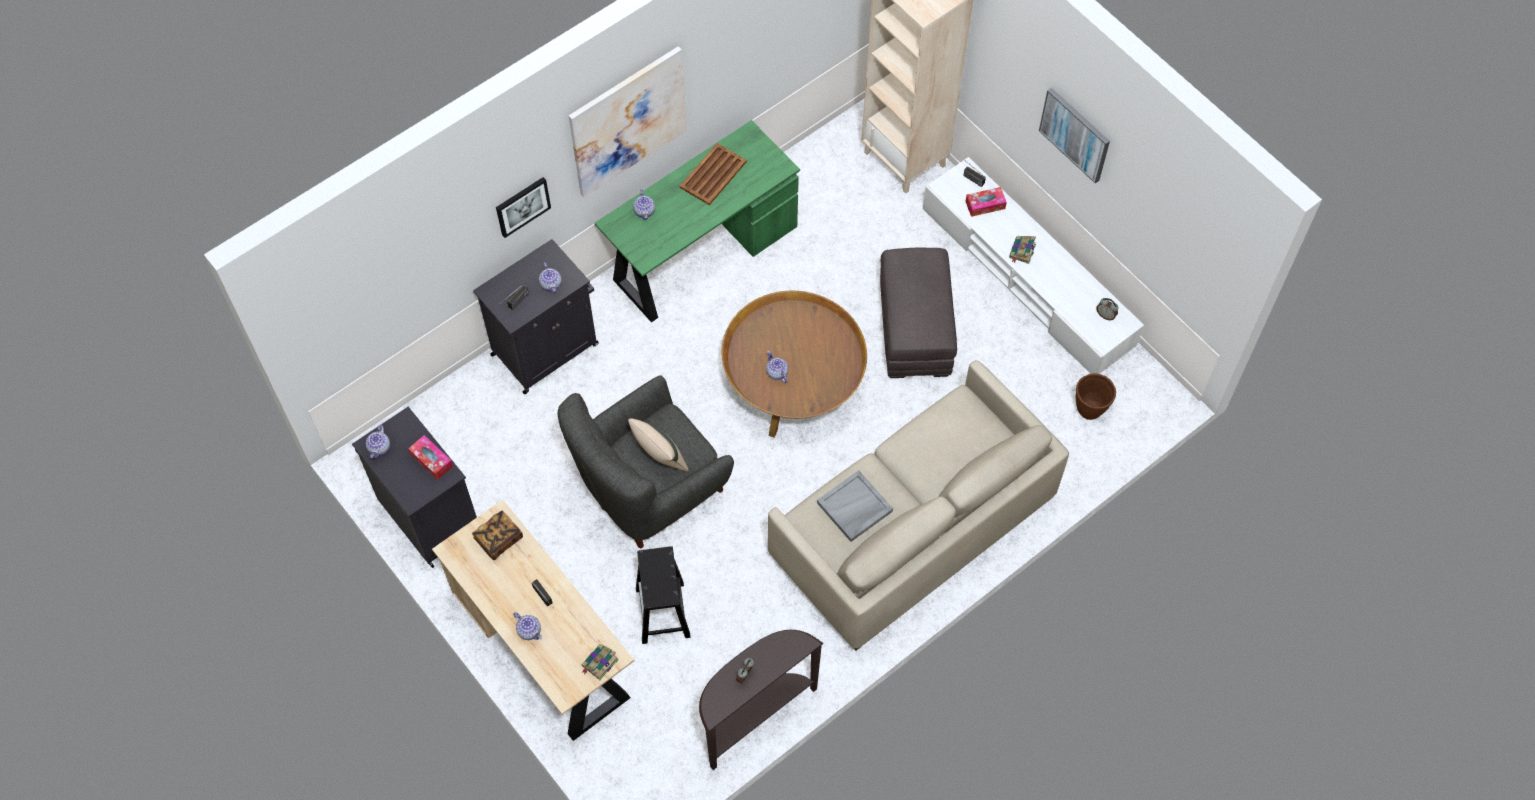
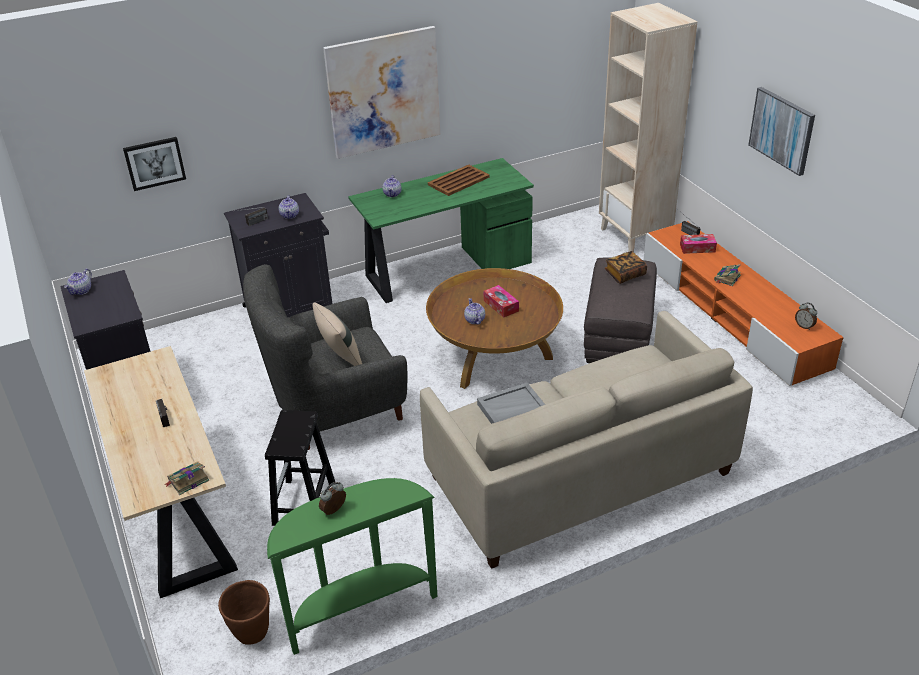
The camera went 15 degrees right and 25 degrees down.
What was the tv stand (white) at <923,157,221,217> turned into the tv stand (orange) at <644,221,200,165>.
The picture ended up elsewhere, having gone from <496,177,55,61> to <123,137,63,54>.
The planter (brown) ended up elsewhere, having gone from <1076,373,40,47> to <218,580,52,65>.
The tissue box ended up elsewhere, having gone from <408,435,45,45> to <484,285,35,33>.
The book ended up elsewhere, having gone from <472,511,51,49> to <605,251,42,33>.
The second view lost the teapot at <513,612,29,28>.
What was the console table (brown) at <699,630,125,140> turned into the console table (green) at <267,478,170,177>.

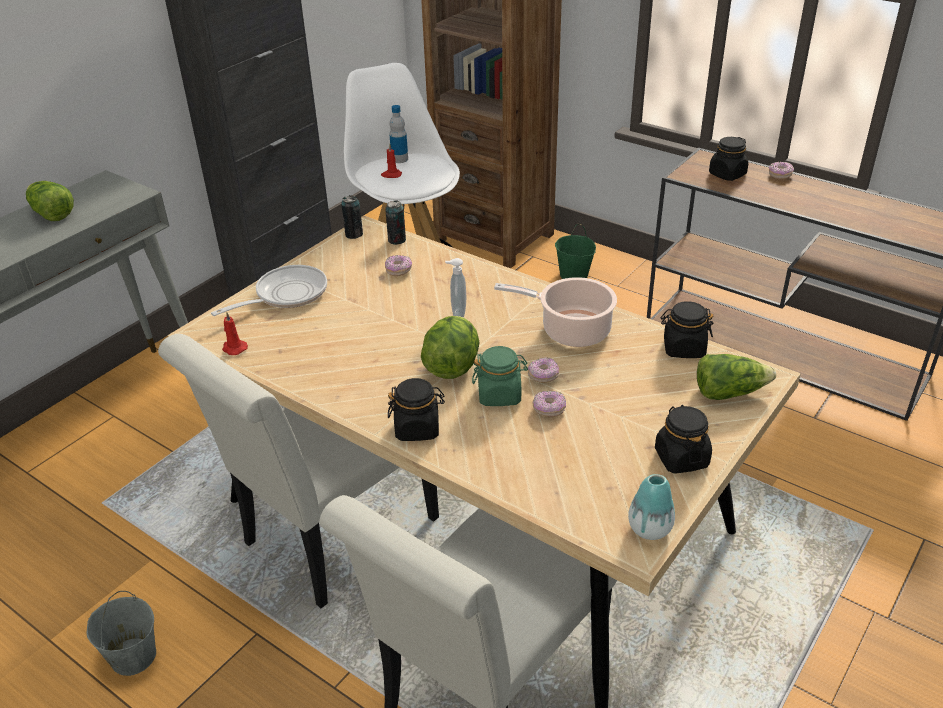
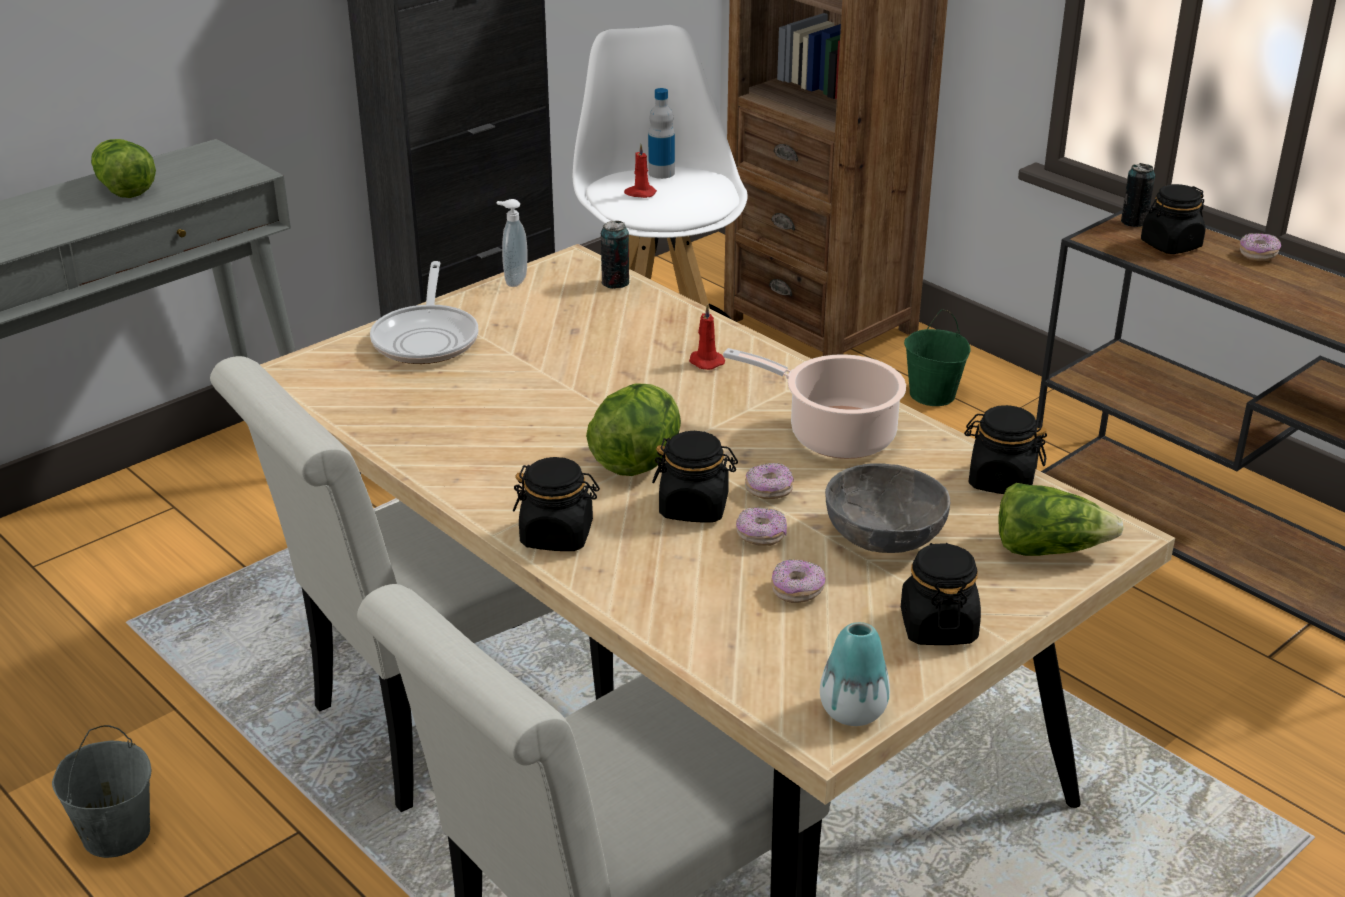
The camera went 10 degrees right and 5 degrees down.
The can ended up elsewhere, having gone from <341,195,22,44> to <1121,163,34,64>.
The donut ended up elsewhere, having gone from <385,255,27,21> to <771,559,55,44>.
The soap dispenser ended up elsewhere, having gone from <445,258,22,59> to <496,199,32,88>.
The frying pan at <211,265,116,51> ended up facing another way, 120 degrees clockwise from before.
The candle (red) ended up elsewhere, having gone from <222,312,26,43> to <689,304,36,66>.
What was the jar (green) at <472,346,56,60> turned into the jar (black) at <652,431,86,92>.
The second view gained the bowl (grey) at <825,463,125,90>.

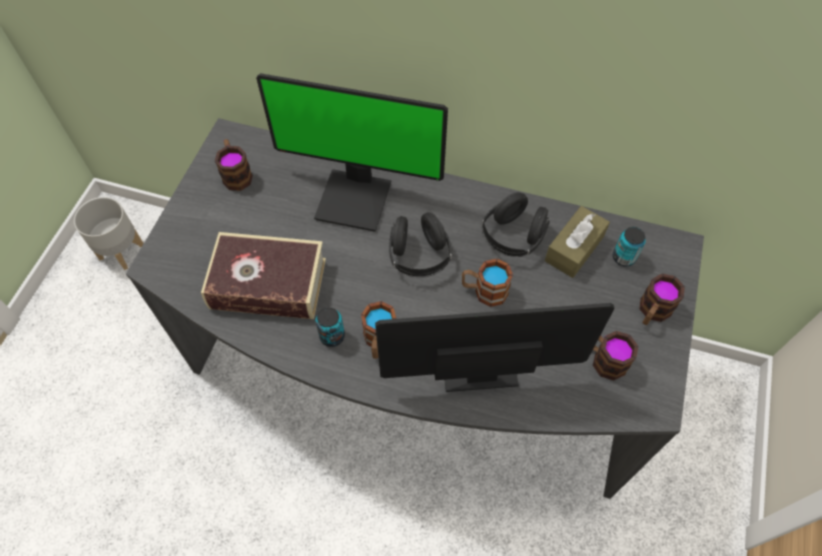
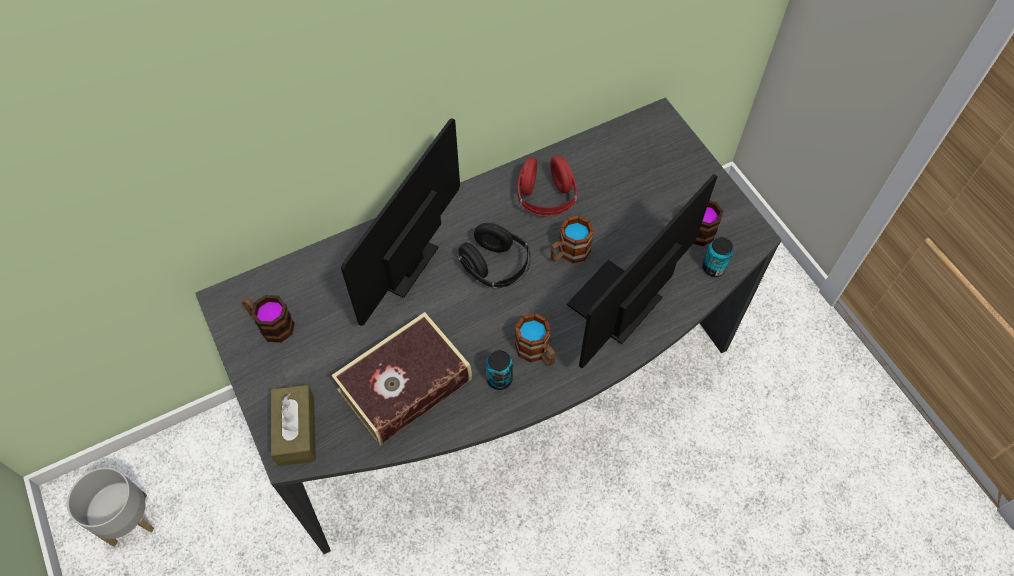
The camera went 45 degrees left and 0 degrees up.
The monitor at <256,73,192,159> ended up facing another way, 150 degrees clockwise from before.
What was the headphones (black) at <482,192,68,65> turned into the headphones (red) at <517,156,60,60>.
The tissue box (brown) ended up elsewhere, having gone from <545,206,65,72> to <271,385,45,81>.
The can ended up elsewhere, having gone from <613,227,33,39> to <702,237,32,40>.
The second view lost the mug at <639,273,46,52>.

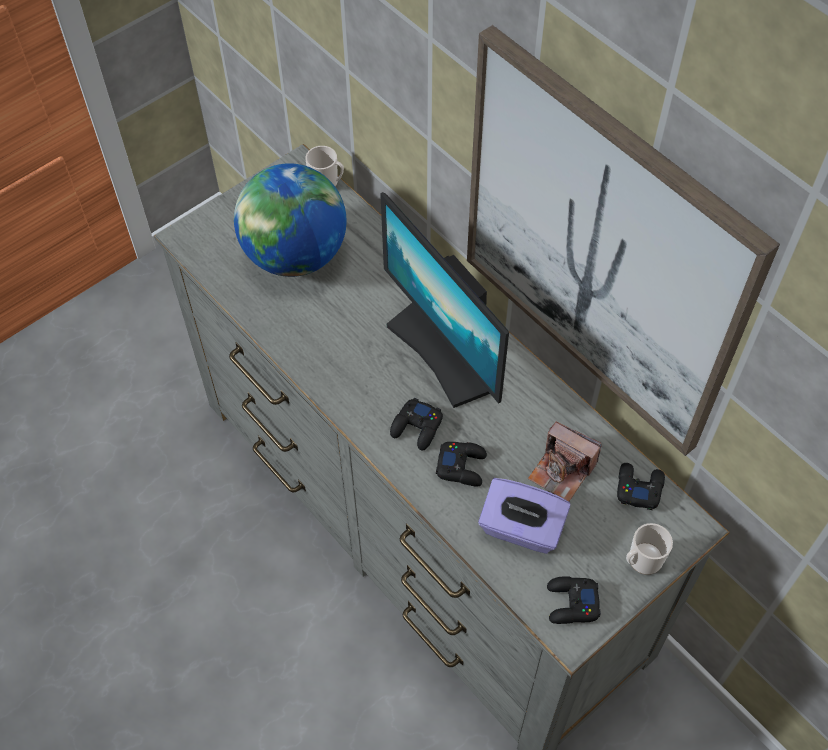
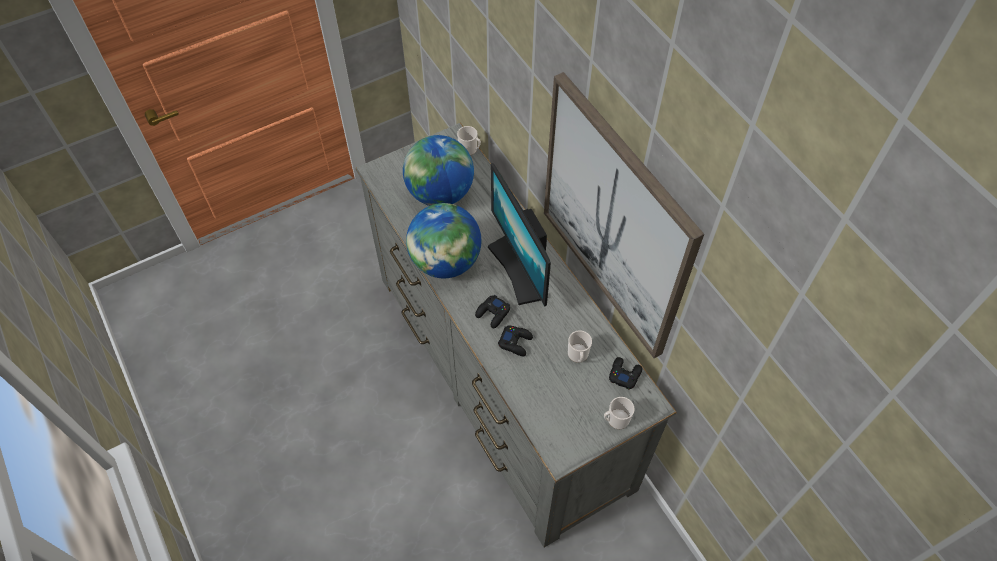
The camera went 10 degrees right and 0 degrees up.
Where the photo camera stood at <528,422,74,79>, the mug came to stand at <568,330,24,33>.
The second view lost the tissue box (purple) at <478,478,92,76>.
The second view lost the game controller (black) at <547,576,54,48>.
The second view gained the globe at <406,203,75,75>.

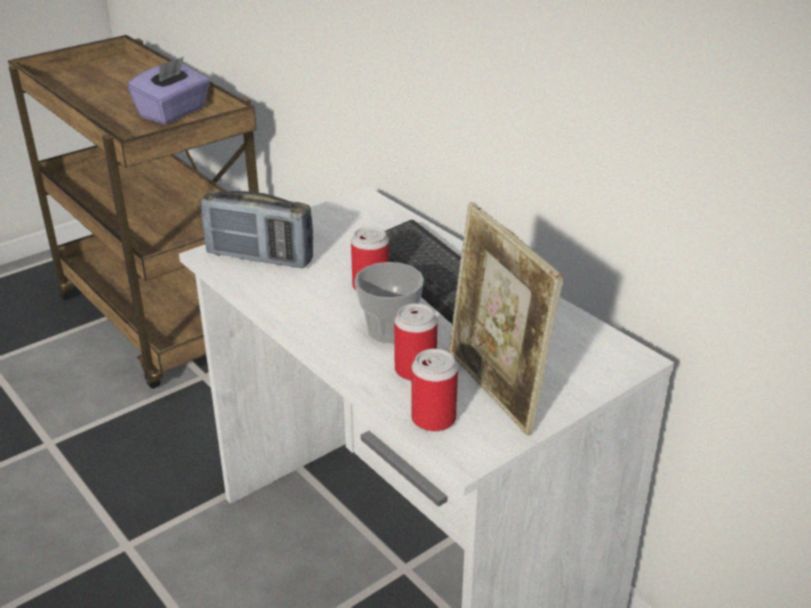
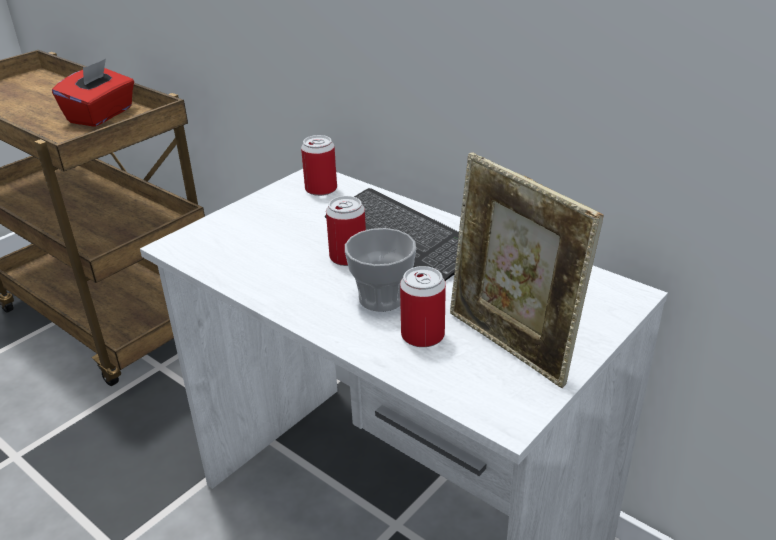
The camera went 10 degrees left and 0 degrees up.
What was the tissue box (purple) at <128,57,82,67> turned into the tissue box (red) at <52,59,82,68>.
The second view lost the radio at <201,191,112,77>.
The can ended up elsewhere, having gone from <411,349,47,83> to <301,135,36,61>.

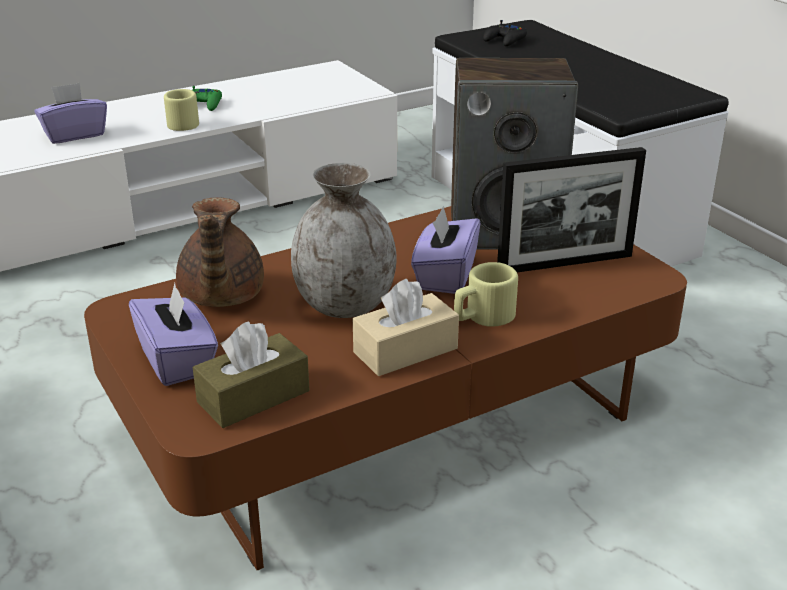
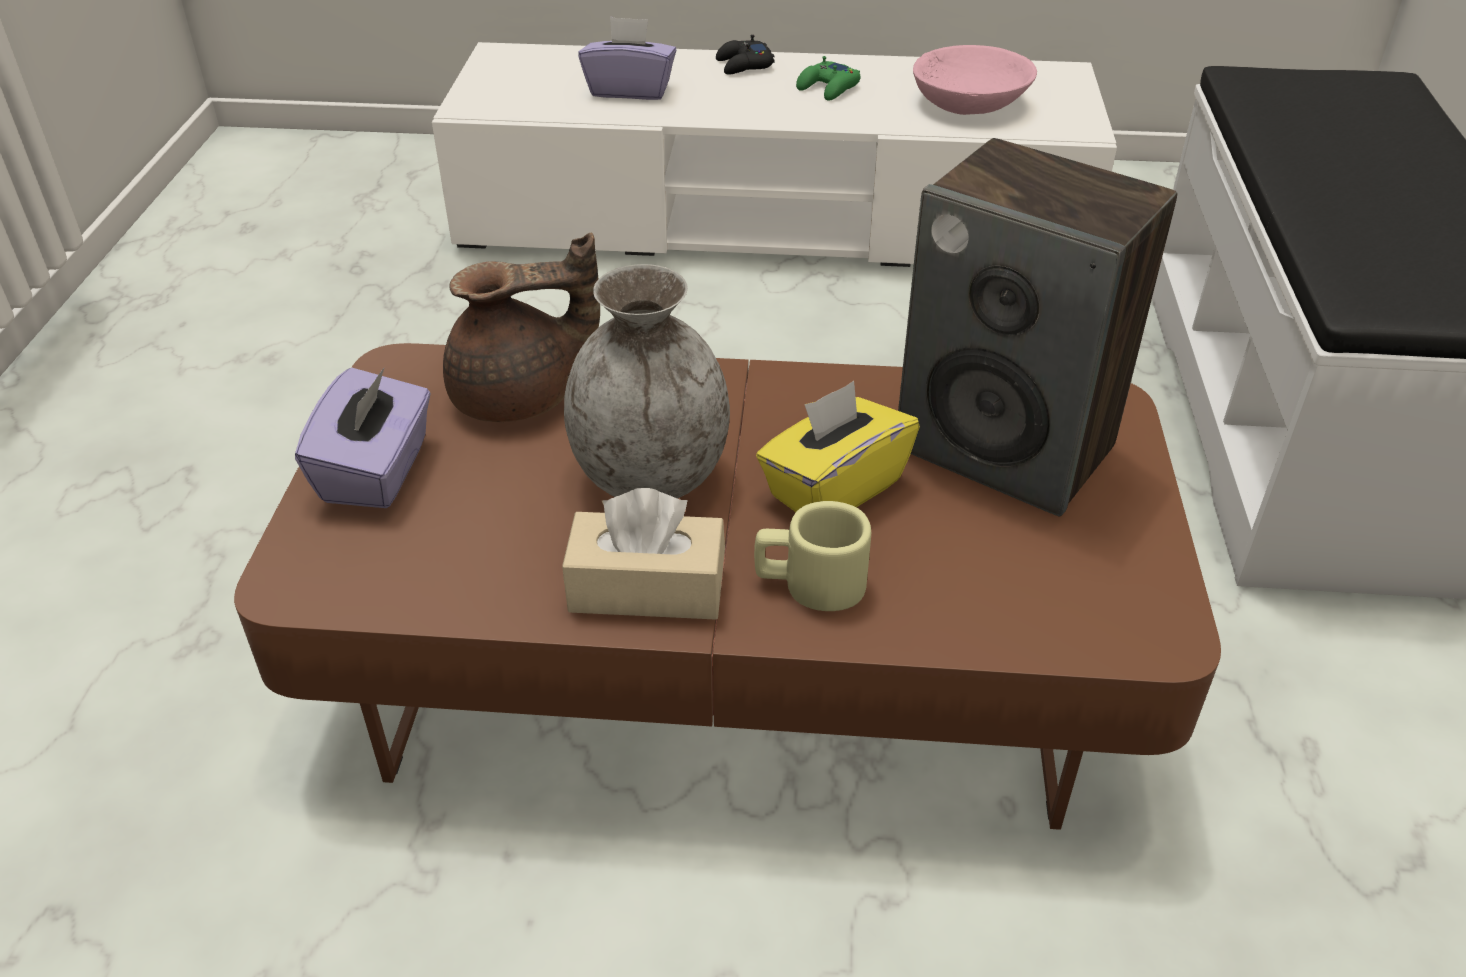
The camera went 35 degrees right and 10 degrees up.
The game controller (black) ended up elsewhere, having gone from <483,20,44,26> to <716,35,59,40>.
The second view lost the mug (beige) at <164,89,35,42>.
The second view lost the picture frame at <497,147,149,125>.
The teapot (brown) at <176,197,88,110> ended up facing another way, 135 degrees counterclockwise from before.
What was the tissue box (purple) at <411,206,69,88> turned into the tissue box (yellow) at <756,381,164,131>.
The second view lost the tissue box (brown) at <193,321,116,107>.
The second view gained the bowl (pink) at <913,45,124,70>.

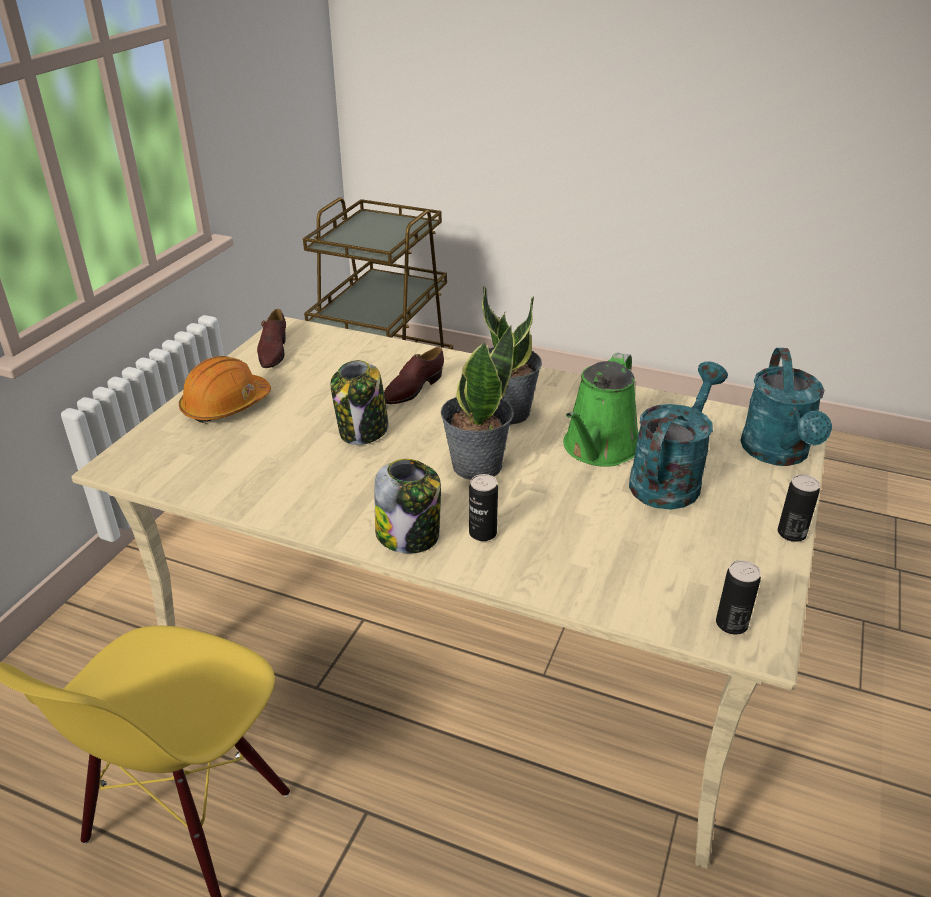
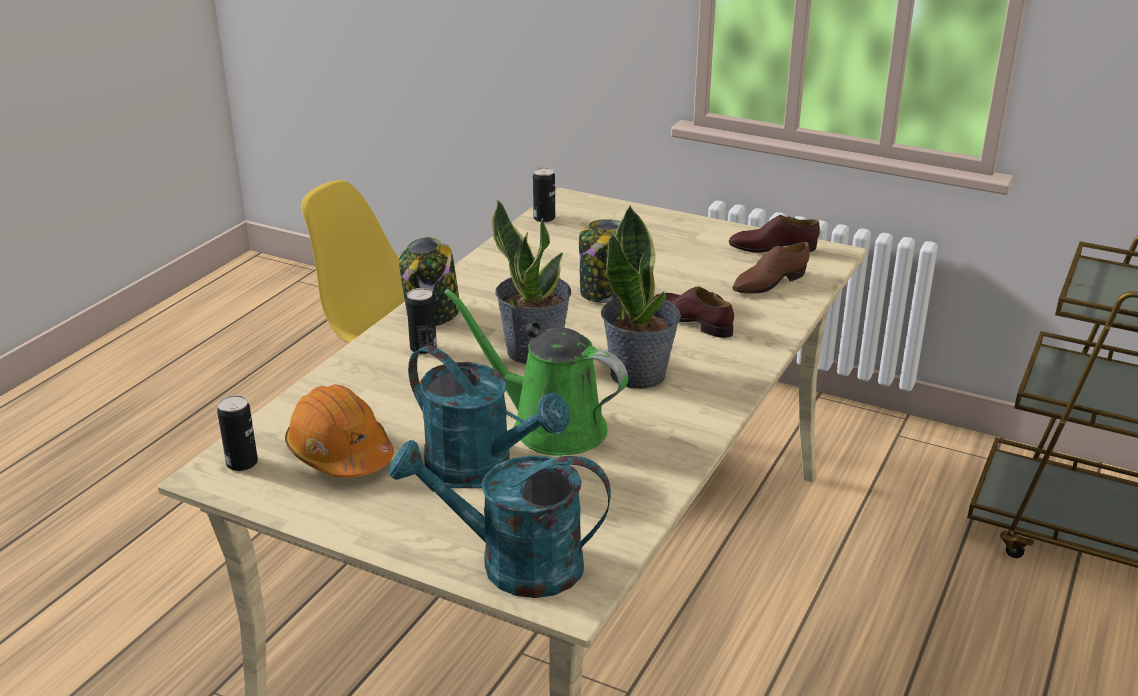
The camera went 95 degrees right and 5 degrees down.
The hard hat (orange) ended up elsewhere, having gone from <179,356,92,67> to <285,384,109,94>.
The can ended up elsewhere, having gone from <778,475,42,67> to <533,167,22,55>.
The second view gained the shoe (brown) at <732,242,78,52>.

